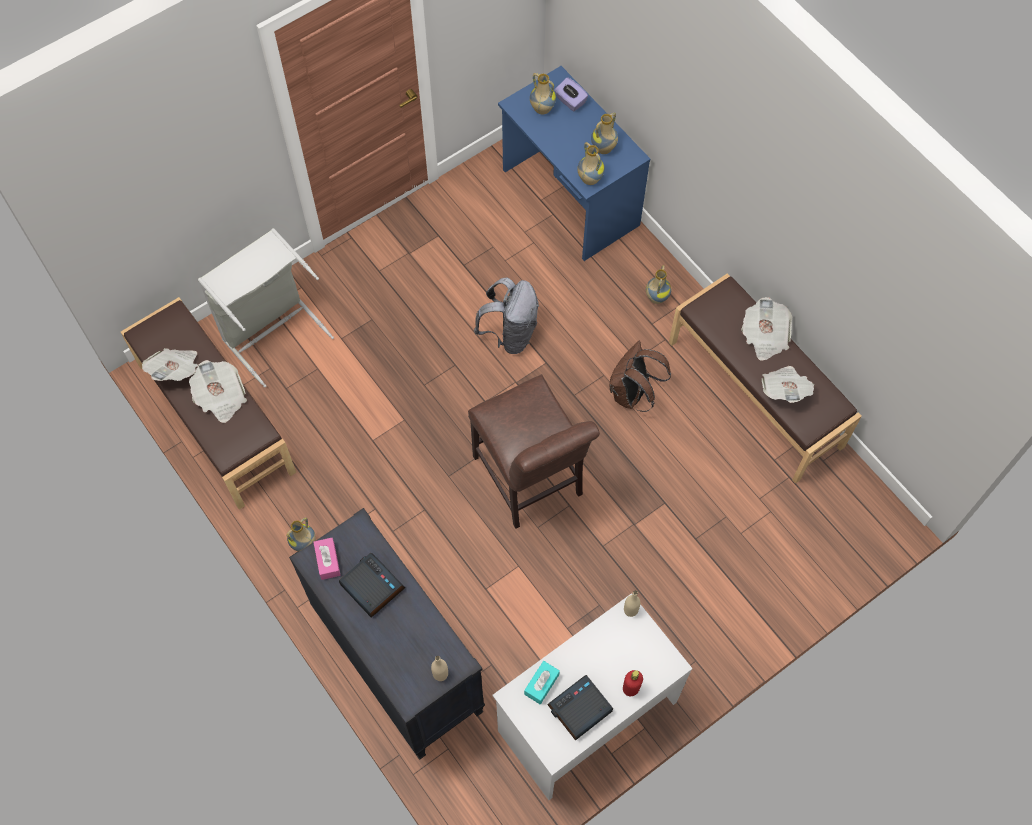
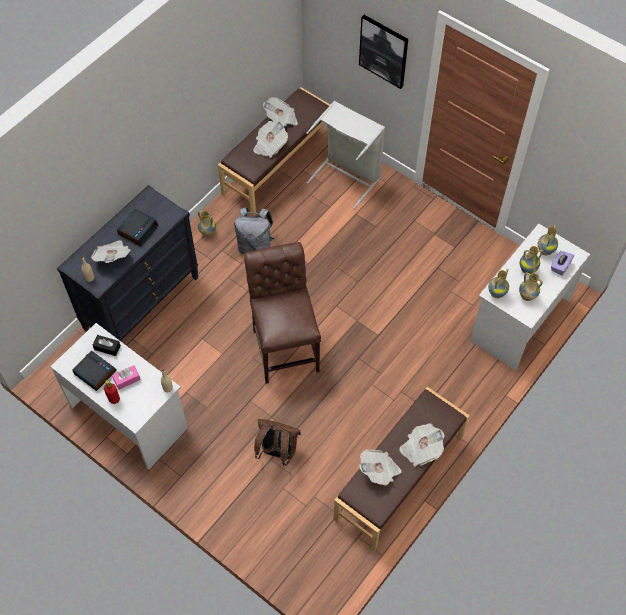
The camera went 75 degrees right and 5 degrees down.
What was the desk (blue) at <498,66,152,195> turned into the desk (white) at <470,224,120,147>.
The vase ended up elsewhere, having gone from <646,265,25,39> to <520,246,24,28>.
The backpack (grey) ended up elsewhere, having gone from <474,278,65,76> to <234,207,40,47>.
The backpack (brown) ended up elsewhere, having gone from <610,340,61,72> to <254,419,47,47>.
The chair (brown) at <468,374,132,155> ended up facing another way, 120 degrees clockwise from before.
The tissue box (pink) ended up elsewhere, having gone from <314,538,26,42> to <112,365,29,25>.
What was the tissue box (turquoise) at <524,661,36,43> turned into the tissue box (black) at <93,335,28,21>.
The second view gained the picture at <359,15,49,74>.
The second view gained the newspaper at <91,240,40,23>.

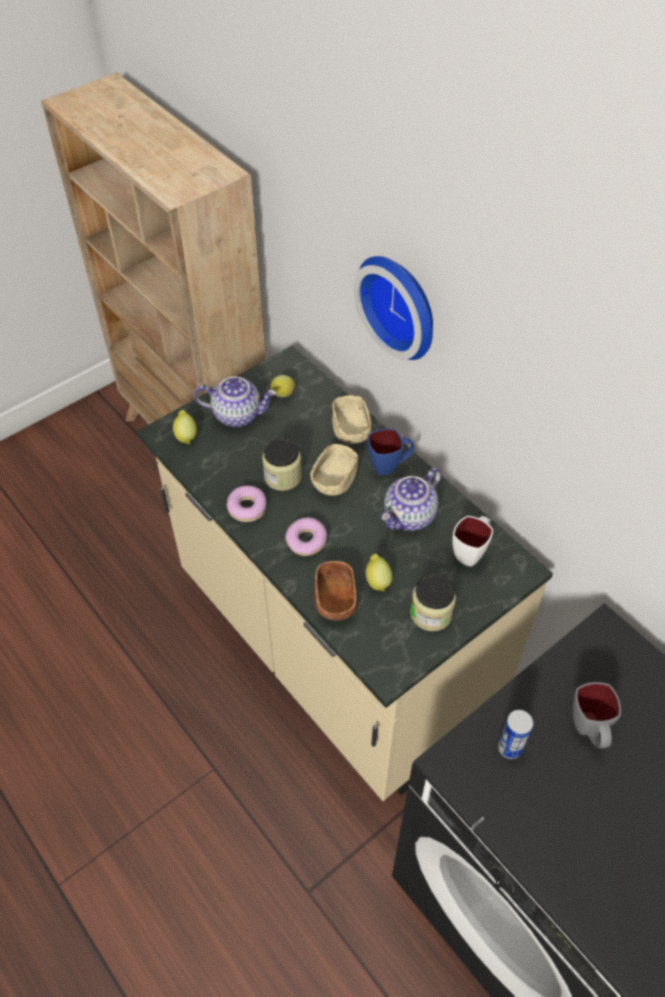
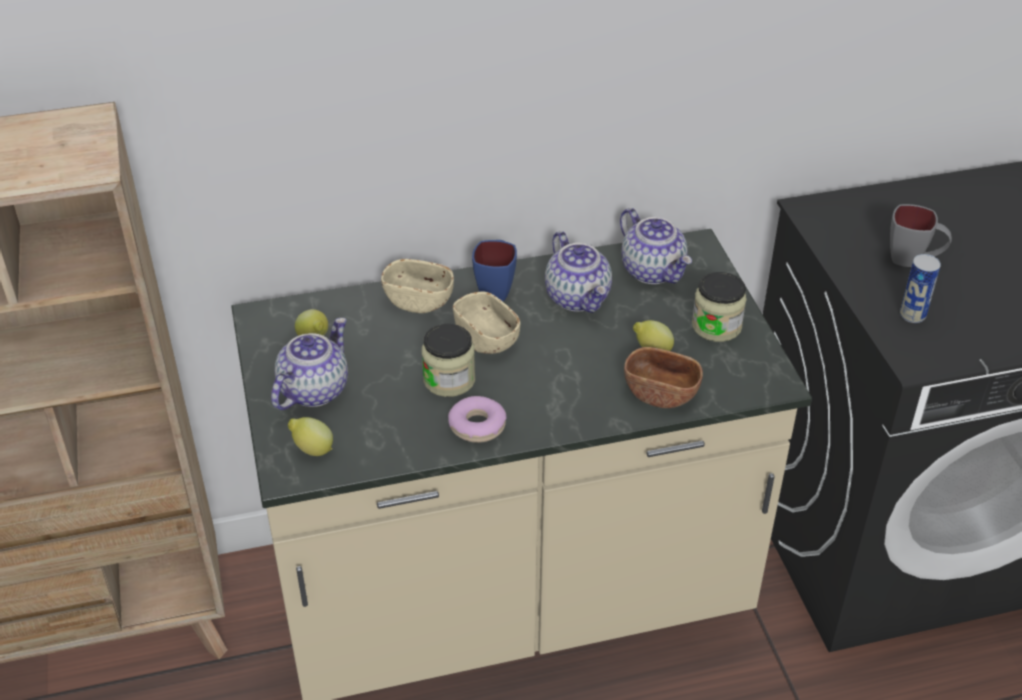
The camera went 65 degrees left and 10 degrees down.
The second view lost the wall clock at <354,256,79,104>.
Where the mug (white) stood at <452,516,41,51>, the teapot came to stand at <620,208,72,76>.
The second view lost the donut at <285,517,42,39>.

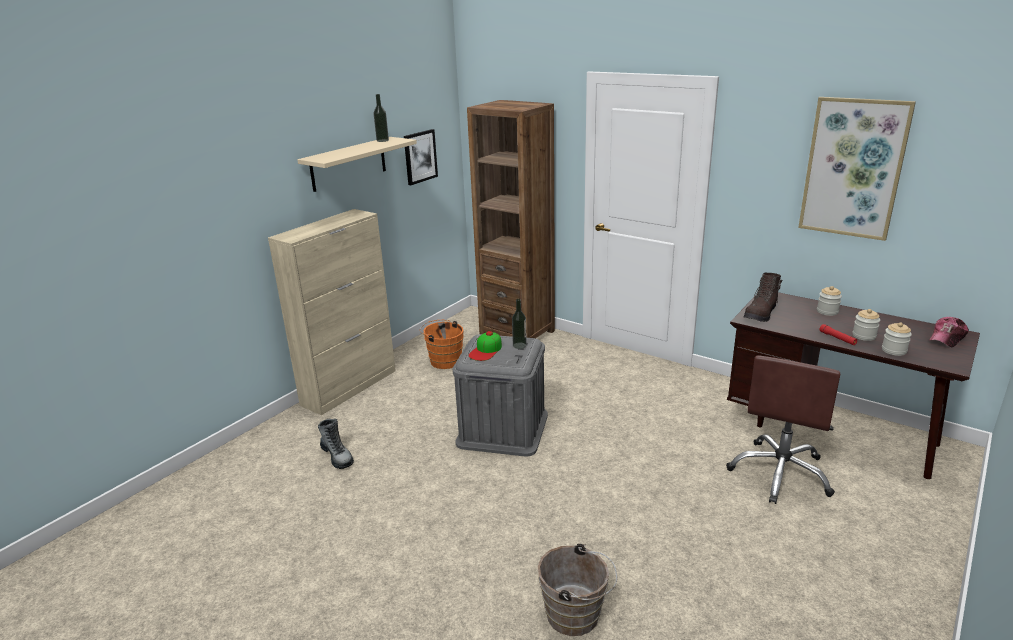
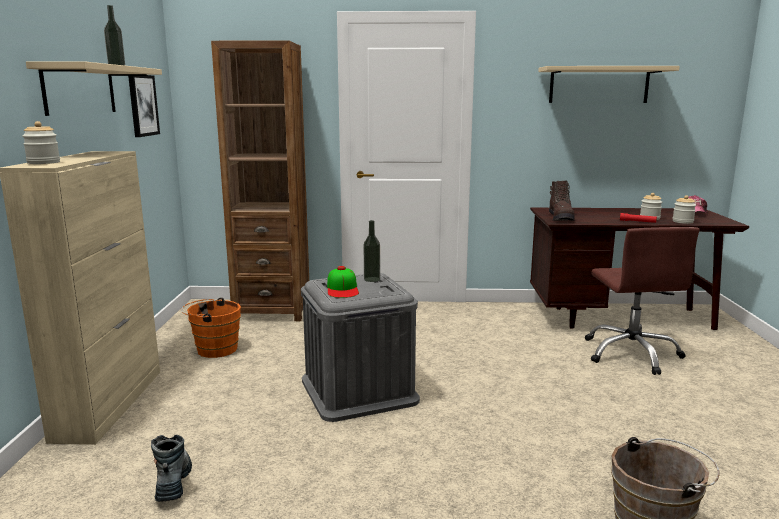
The camera went 35 degrees left and 10 degrees down.
Where the picture hung at <798,97,118,144>, the shelf (beige) came to hang at <538,66,142,37>.
The jar ended up elsewhere, having gone from <817,286,25,30> to <22,121,38,43>.
The boot at <318,419,36,50> ended up facing another way, 120 degrees counterclockwise from before.

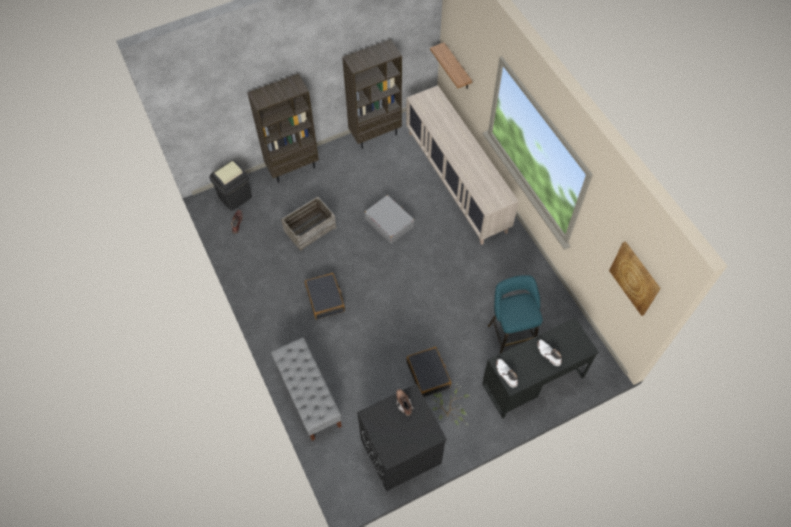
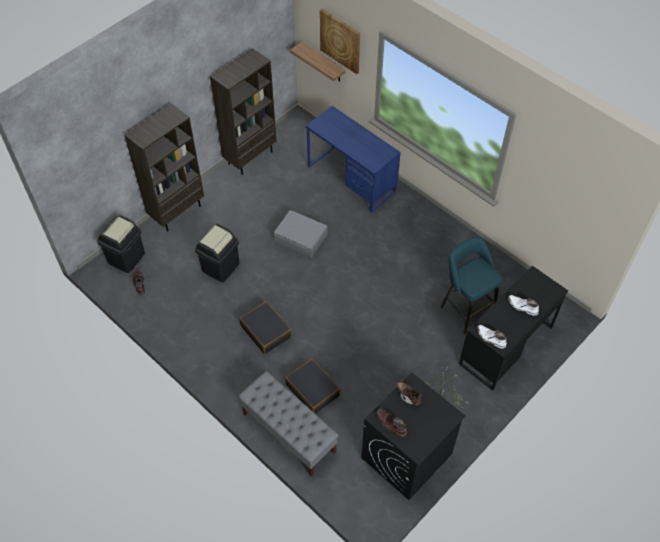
The camera went 20 degrees left and 5 degrees down.
Where the cabinet (beige) stood at <406,85,113,160>, the desk (blue) came to stand at <306,106,95,107>.
Where the crate stood at <281,197,56,54>, the trash can (black) came to stand at <195,224,44,59>.
The picture ended up elsewhere, having gone from <609,241,52,75> to <320,9,40,65>.
The suitcase (black) ended up elsewhere, having gone from <407,347,45,50> to <285,359,55,55>.
The second view gained the boot (brown) at <377,409,30,28>.

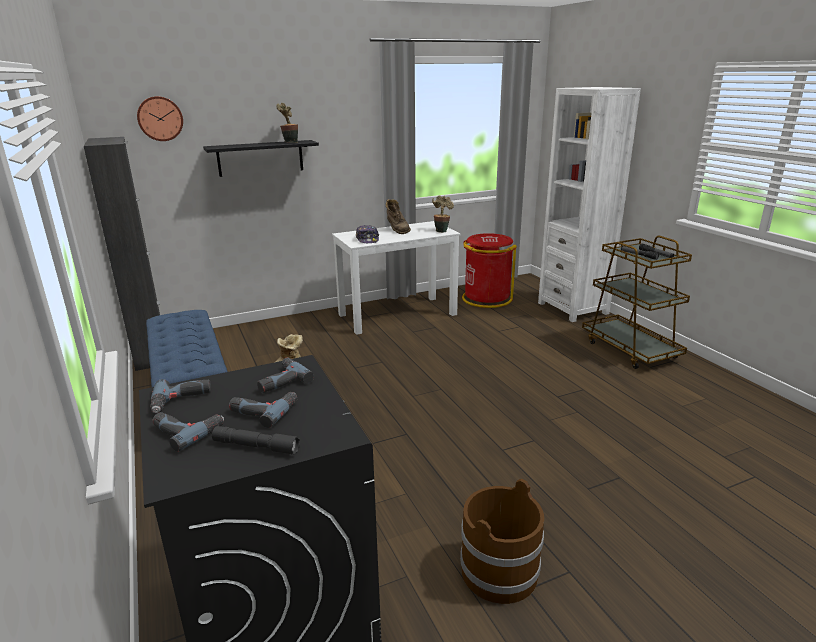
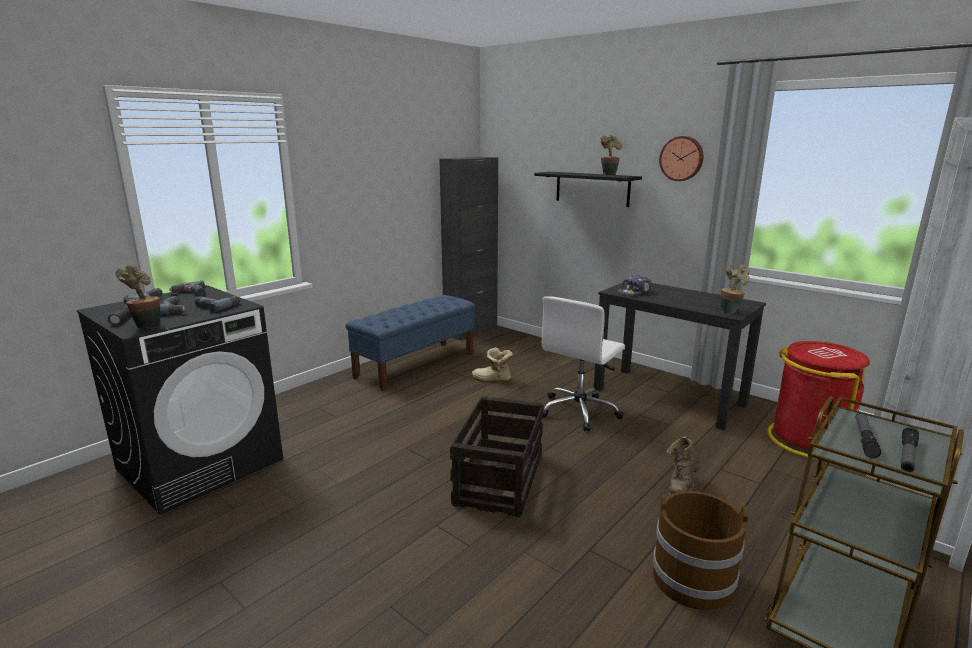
The camera went 65 degrees right and 5 degrees down.
The wall clock ended up elsewhere, having gone from <137,96,46,45> to <659,136,44,45>.
The boot (brown) ended up elsewhere, having gone from <386,199,25,35> to <666,436,36,59>.
What was the desk (white) at <332,221,128,114> turned into the desk (black) at <594,283,172,148>.
The bucket (brown) ended up elsewhere, having gone from <460,479,84,125> to <653,491,95,119>.
The second view gained the potted plant at <115,265,46,64>.
The second view gained the office chair (white) at <542,296,83,135>.
The second view gained the crate at <450,396,93,121>.

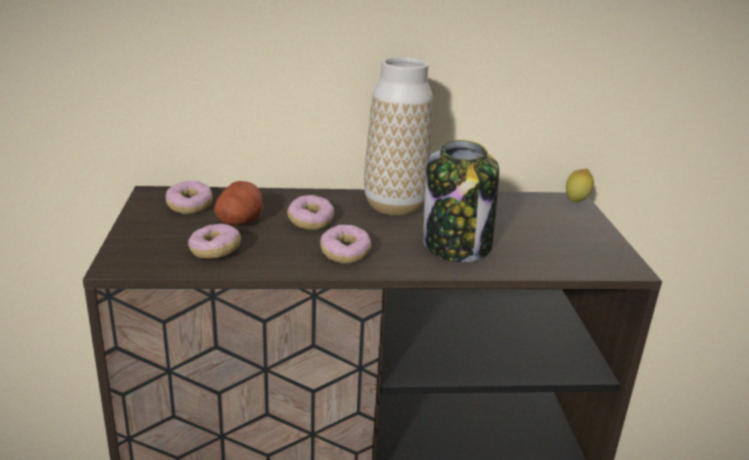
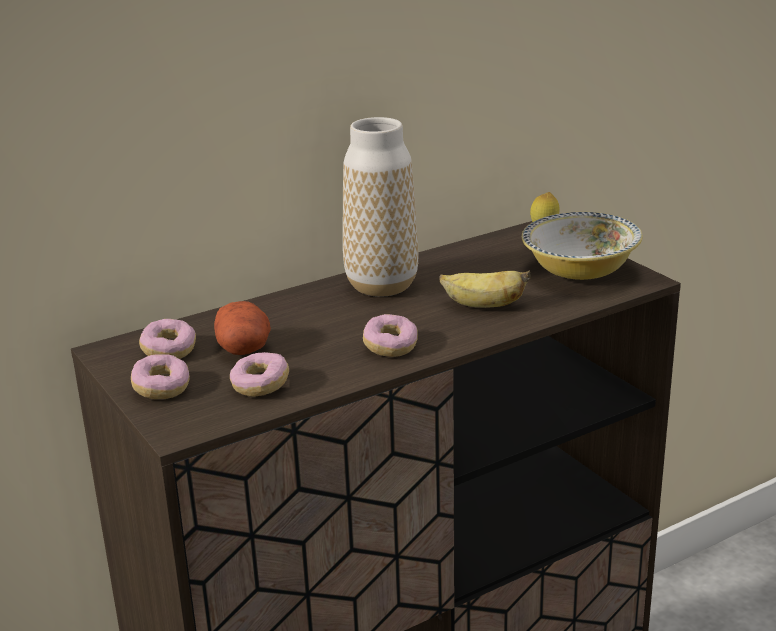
The camera went 25 degrees left and 0 degrees up.
Where the jar stood at <423,140,76,122>, the banana came to stand at <439,270,92,38>.
The donut ended up elsewhere, having gone from <287,195,48,35> to <131,355,59,44>.
The second view gained the bowl at <522,212,121,68>.

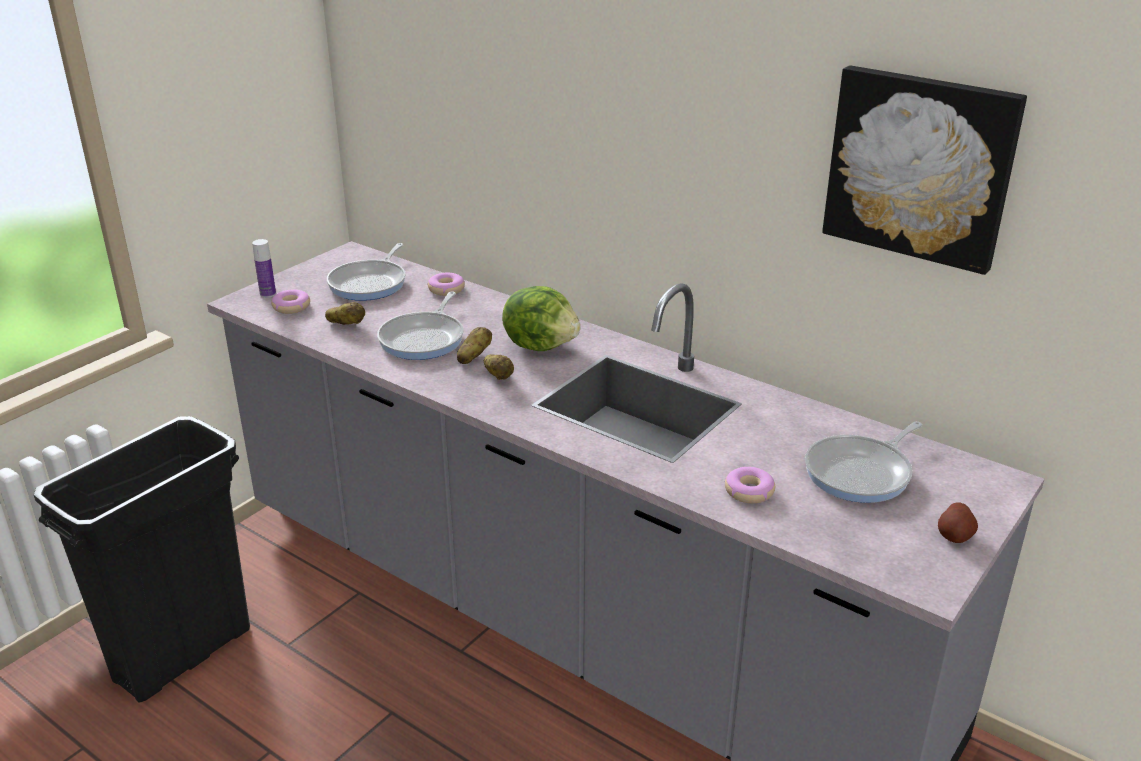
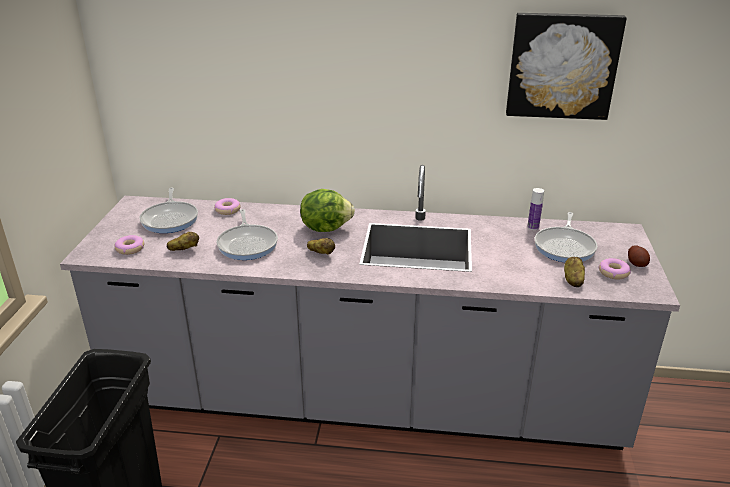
The camera went 30 degrees left and 0 degrees up.
The bottle ended up elsewhere, having gone from <252,239,24,59> to <527,188,17,42>.
The potato ended up elsewhere, having gone from <457,327,35,37> to <564,257,21,30>.
The donut ended up elsewhere, having gone from <725,467,50,37> to <598,258,33,21>.

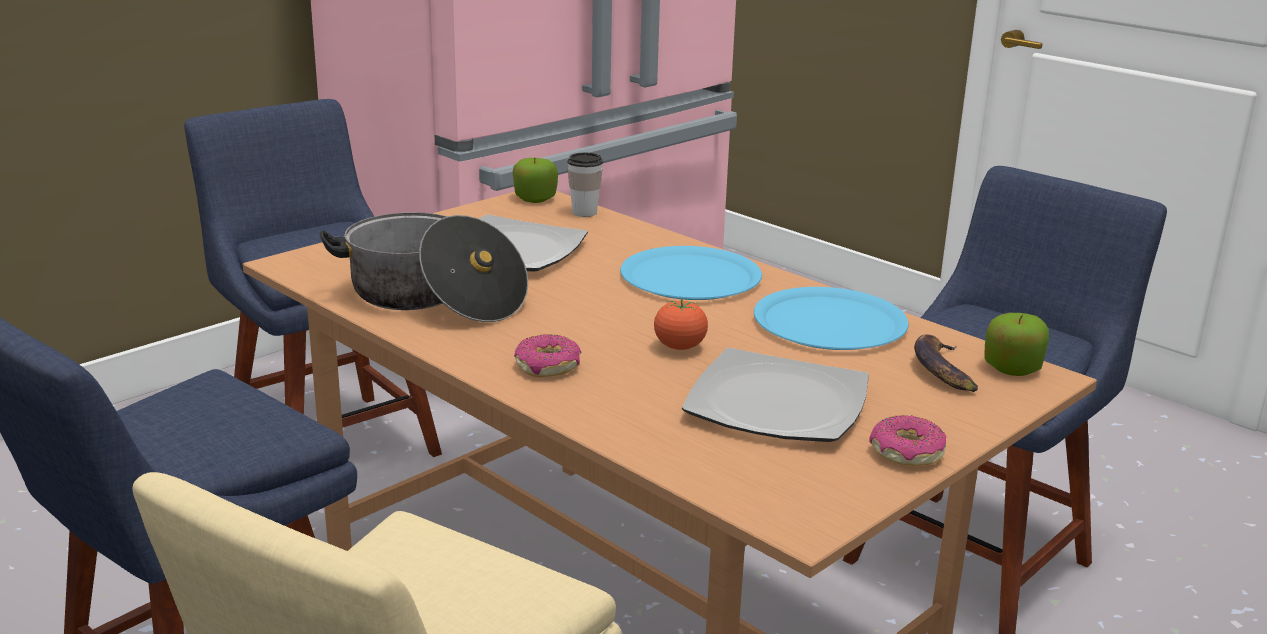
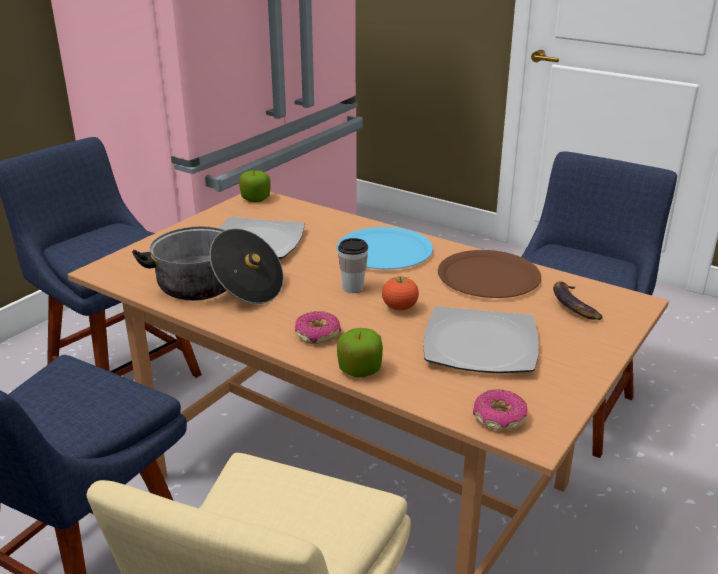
The camera went 10 degrees left and 5 degrees up.
The cup ended up elsewhere, having gone from <567,153,36,64> to <338,238,30,55>.
What was the plate (blue) at <754,287,155,63> turned into the plate (brown) at <438,250,103,48>.
The apple ended up elsewhere, having gone from <984,313,65,63> to <337,328,46,49>.
The donut ended up elsewhere, having gone from <869,415,77,51> to <473,389,54,41>.

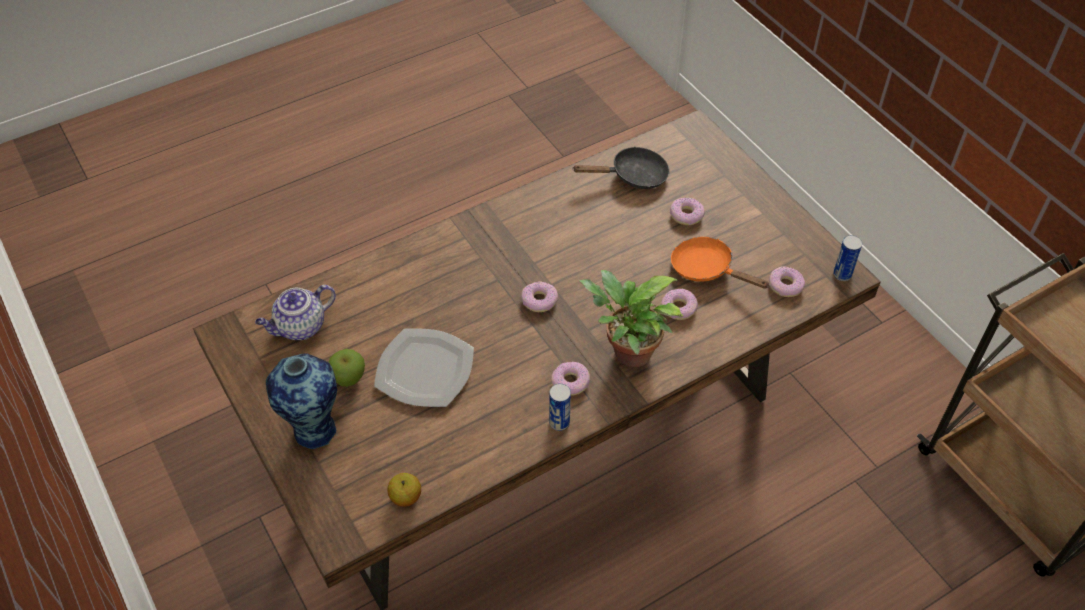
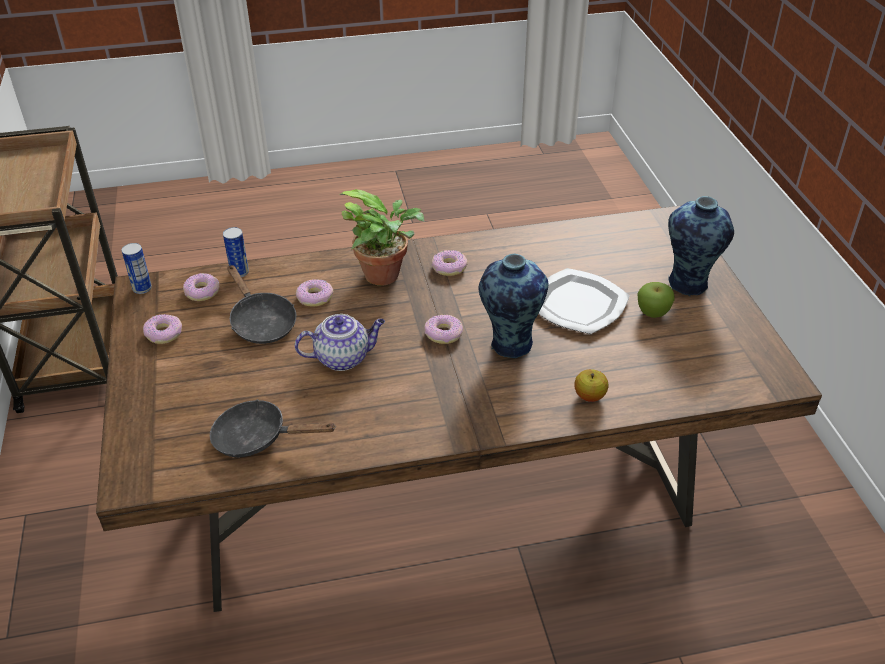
The camera went 160 degrees left and 10 degrees down.
The donut ended up elsewhere, having gone from <670,198,35,27> to <143,314,39,30>.
What was the frying pan (orange) at <671,237,99,52> turned into the frying pan (black) at <227,265,69,79>.
The teapot ended up elsewhere, having gone from <255,285,81,55> to <295,314,90,57>.
The can ended up elsewhere, having gone from <549,384,22,47> to <223,227,26,50>.
The apple ended up elsewhere, having gone from <387,473,34,34> to <574,369,34,33>.
The second view gained the vase at <479,254,69,104>.

